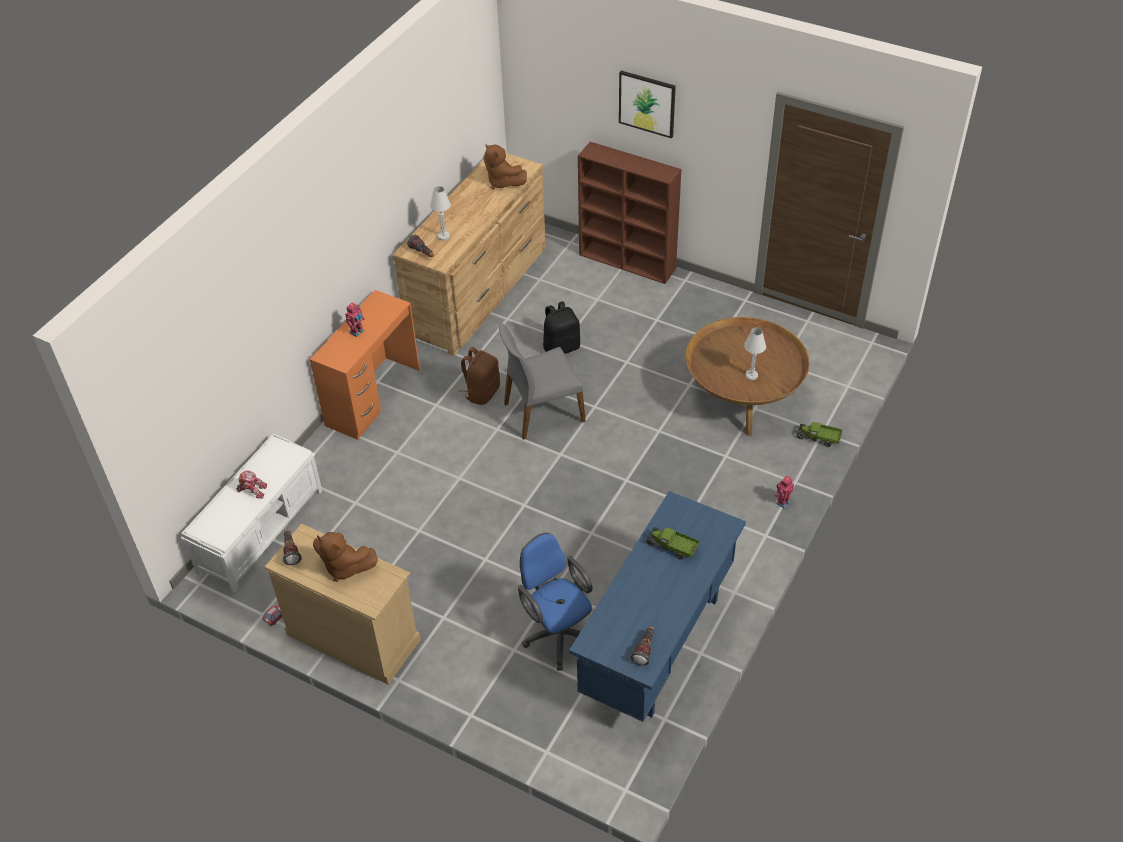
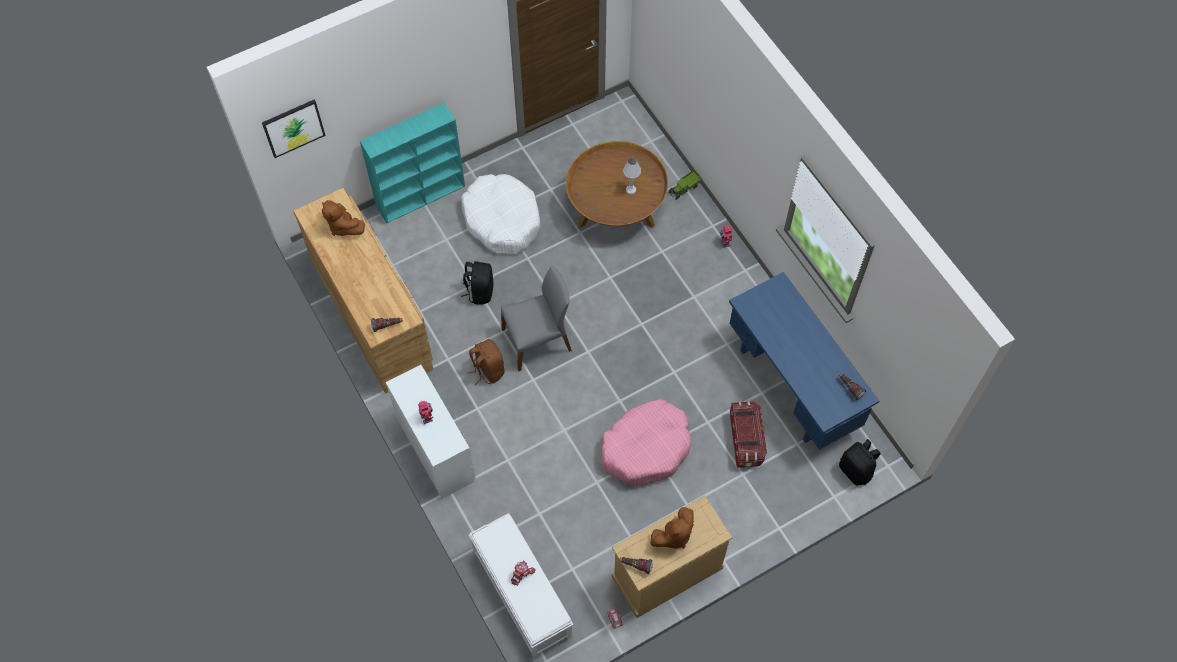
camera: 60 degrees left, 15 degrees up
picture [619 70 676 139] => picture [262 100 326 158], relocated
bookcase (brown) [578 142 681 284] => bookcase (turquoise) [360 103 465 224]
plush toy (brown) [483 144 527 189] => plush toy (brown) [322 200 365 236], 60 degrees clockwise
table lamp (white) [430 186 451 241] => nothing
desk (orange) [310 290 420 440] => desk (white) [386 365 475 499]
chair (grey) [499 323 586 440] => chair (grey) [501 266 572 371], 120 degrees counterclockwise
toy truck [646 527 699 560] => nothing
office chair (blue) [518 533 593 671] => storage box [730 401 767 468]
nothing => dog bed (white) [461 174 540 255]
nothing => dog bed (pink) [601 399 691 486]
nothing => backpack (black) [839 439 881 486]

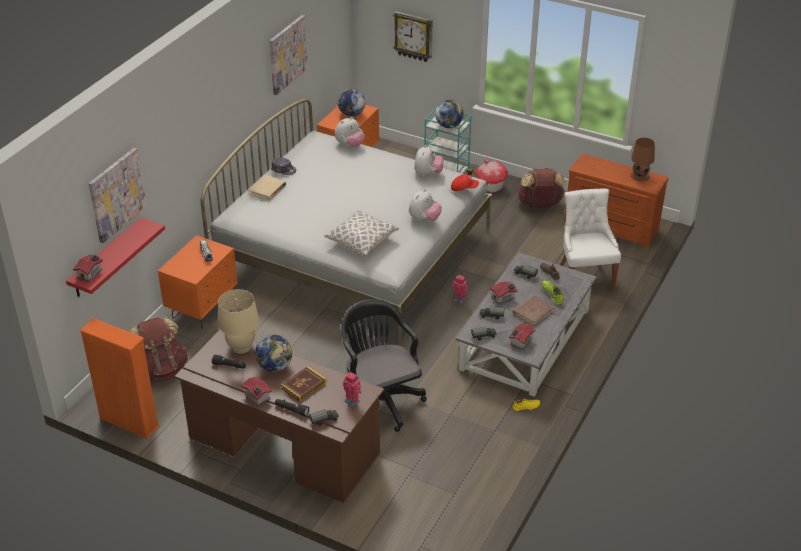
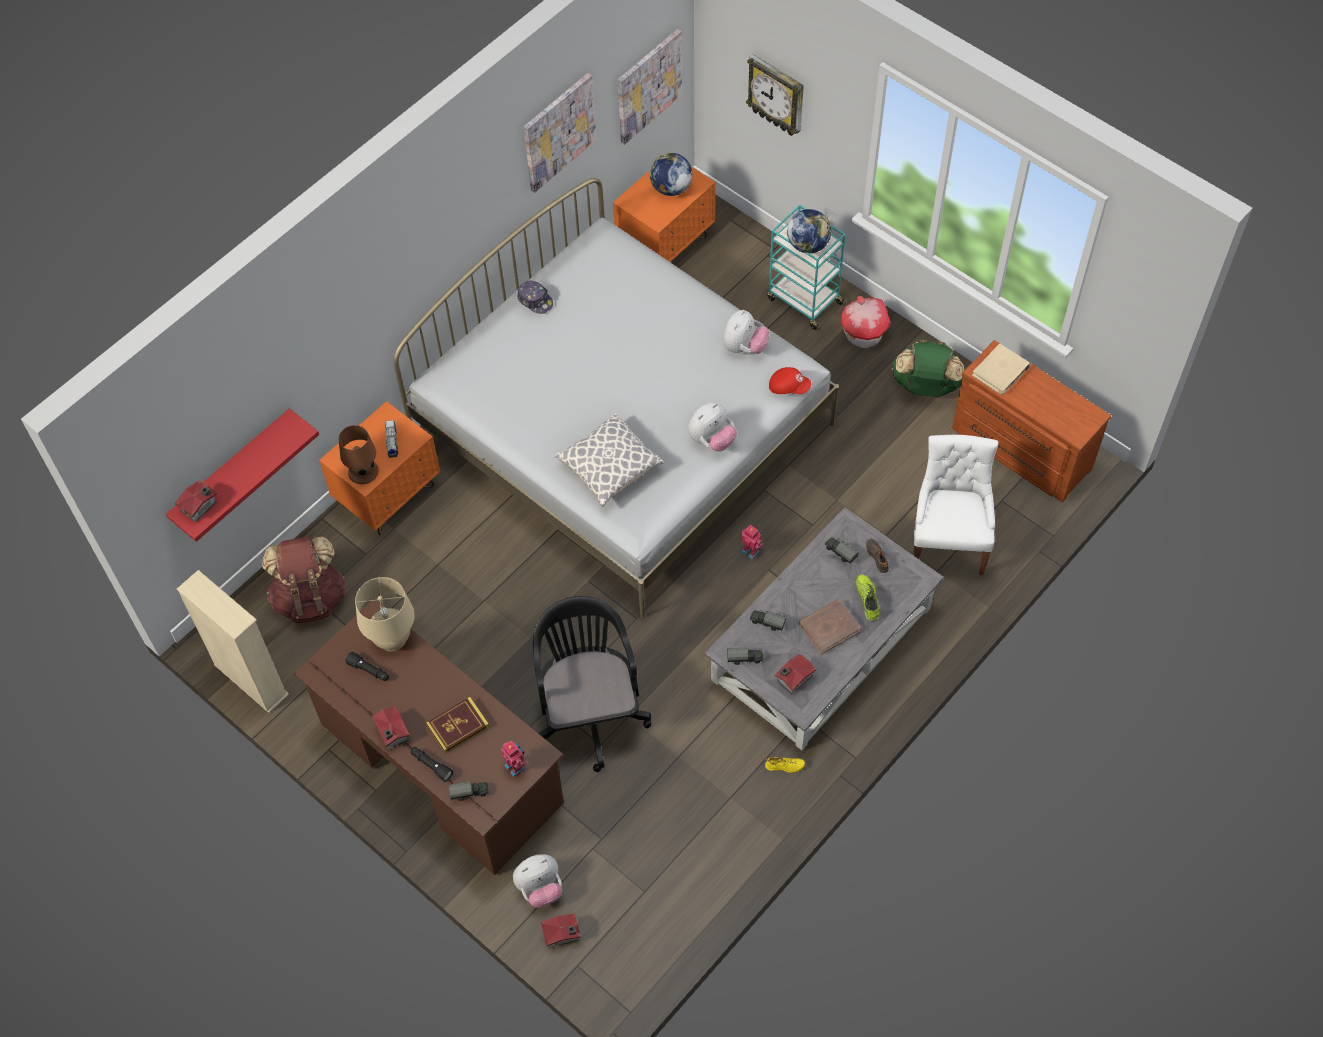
camera: 15 degrees right, 20 degrees up
plush toy [335 117 365 147] => plush toy [513 854 562 908], relocated
table lamp (brown) [630 138 655 181] => table lamp (brown) [339 425 378 484], relocated
picture [88 148 147 243] => picture [618 29 682 144], relocated
backpack (brown) [517 168 565 208] => backpack (green) [892 340 965 397]
book (beige) [248 175 286 200] => book (beige) [972 344 1030 395], relocated
toy house [490 282 517 304] => toy house [541 913 581 948], relocated
bookcase (orange) [80 318 160 439] => bookcase (beige) [177 570 289 713]
globe [255 335 292 372] => nothing

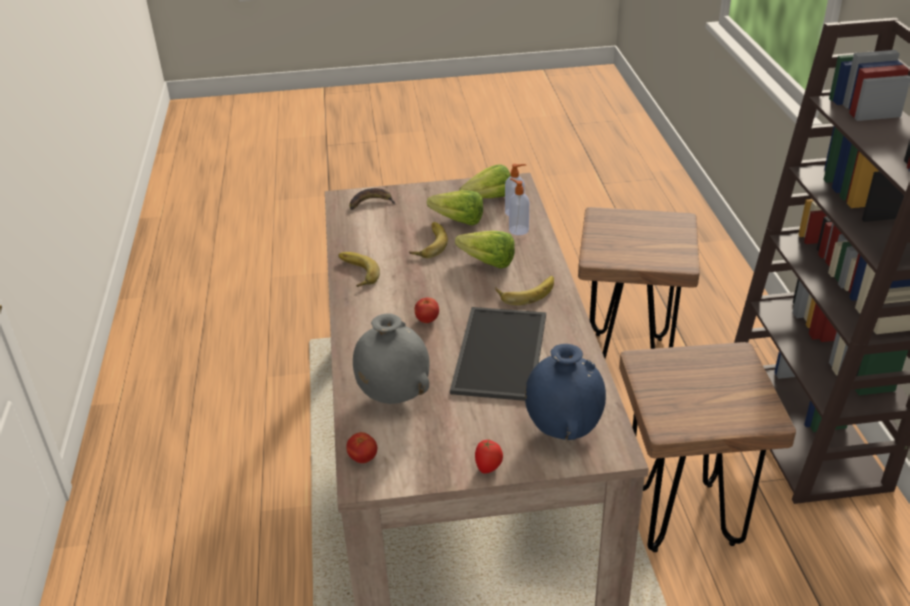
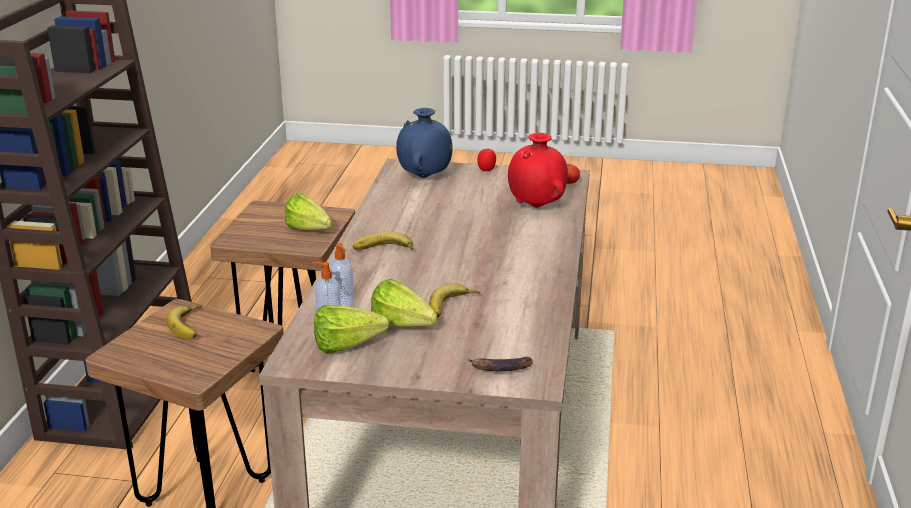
camera: 165 degrees left, 10 degrees down
lettuce [455 231 515 269] => lettuce [285 194 332 230], relocated
banana [338 252 380 287] => banana [166 305 202 340], relocated
tomato [415 297 439 323] => nothing
tray [450 307 546 401] => nothing
vase (grey) [353 313 429 404] => vase (red) [508 133 568 208]

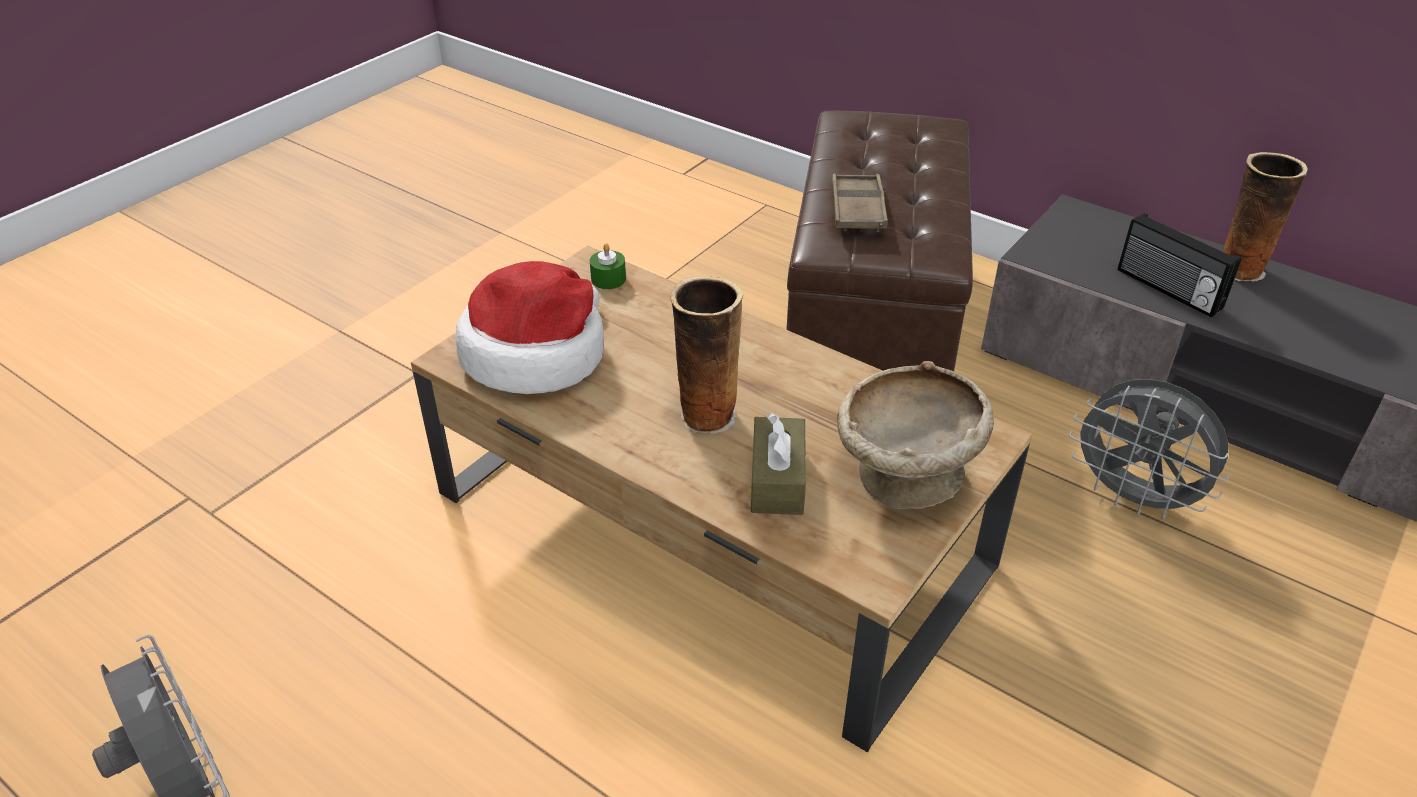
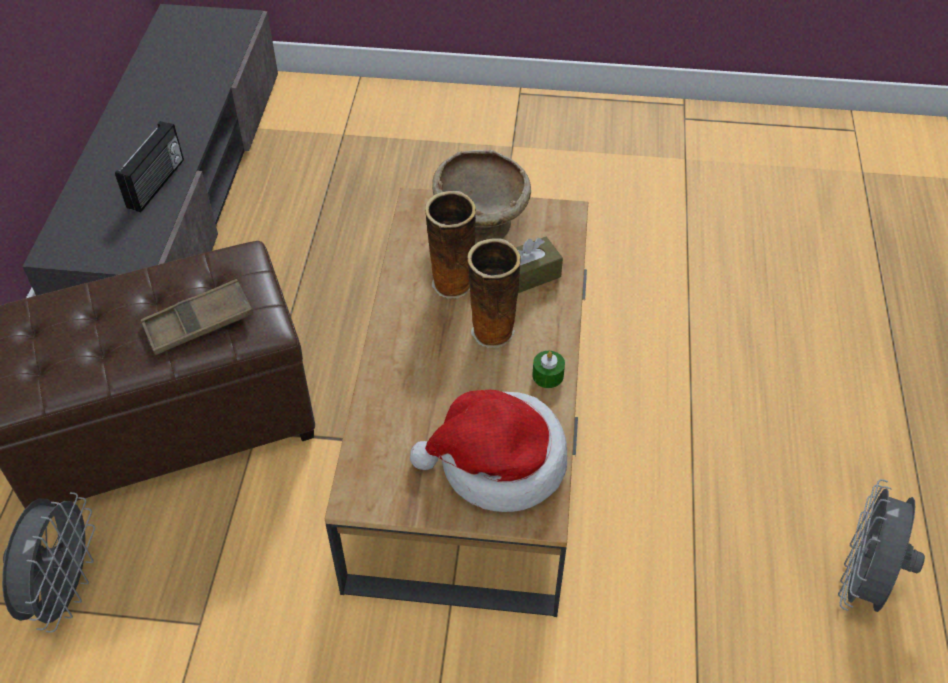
camera: 120 degrees left, 10 degrees up
vase [1223 152 1308 282] => vase [425 191 476 298], relocated
candle (green) [590 243 626 289] => candle (green) [532 351 565 388], relocated
fan (grey) [1069 379 1230 520] => fan (grey) [2 492 95 633], relocated

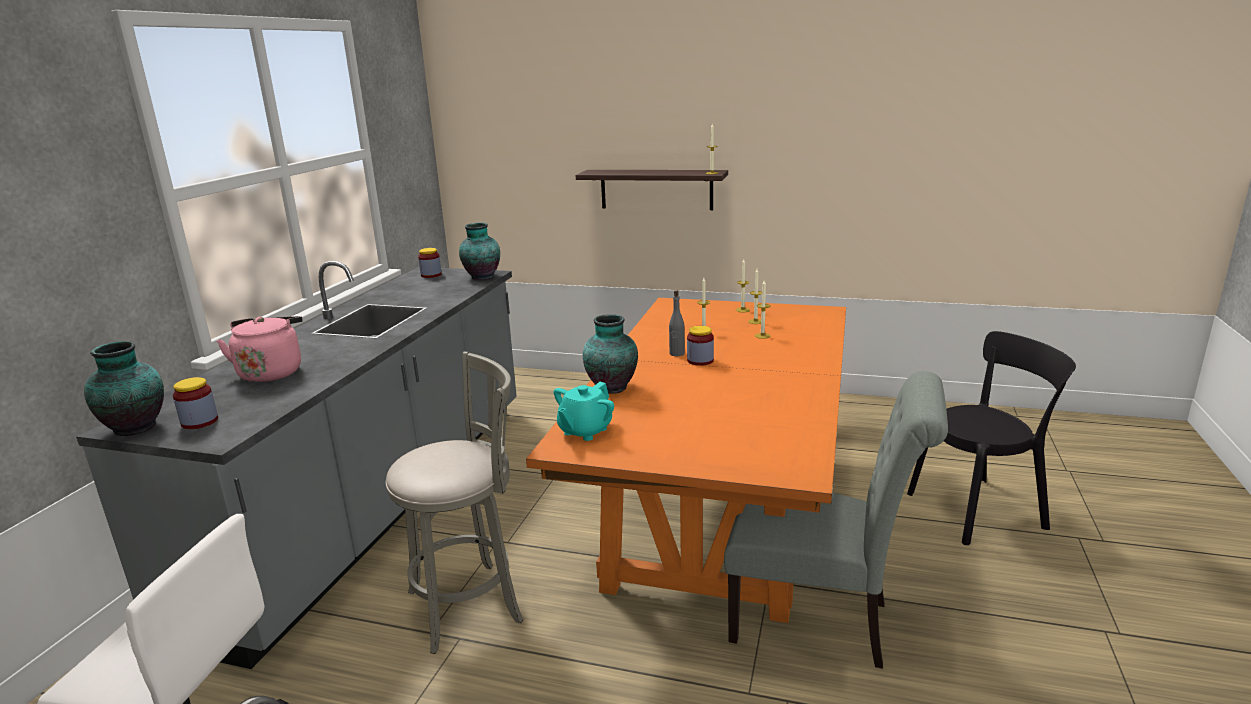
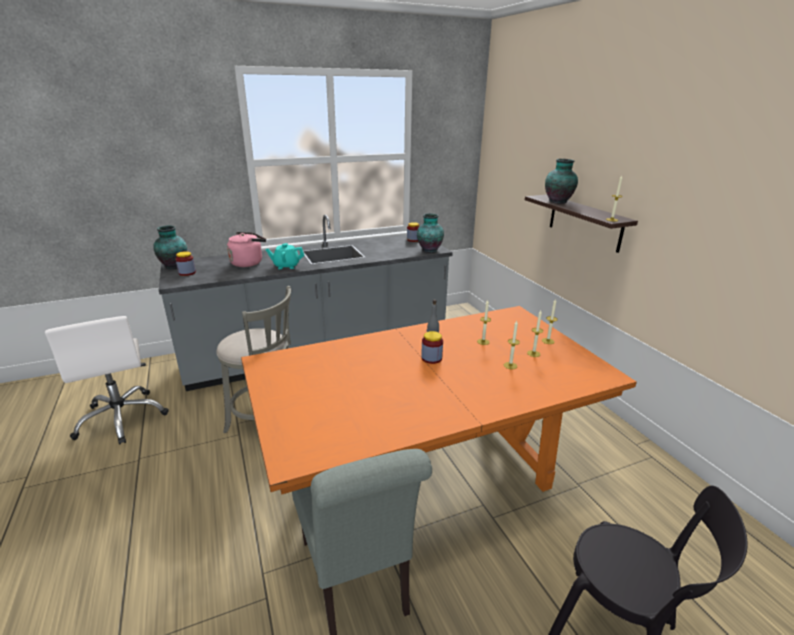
camera: 50 degrees right, 5 degrees up
vase [583 314 638 394] => vase [545 159 578 204], relocated
teapot (turquoise) [554 382 614 441] => teapot (turquoise) [266 243 304 269], relocated

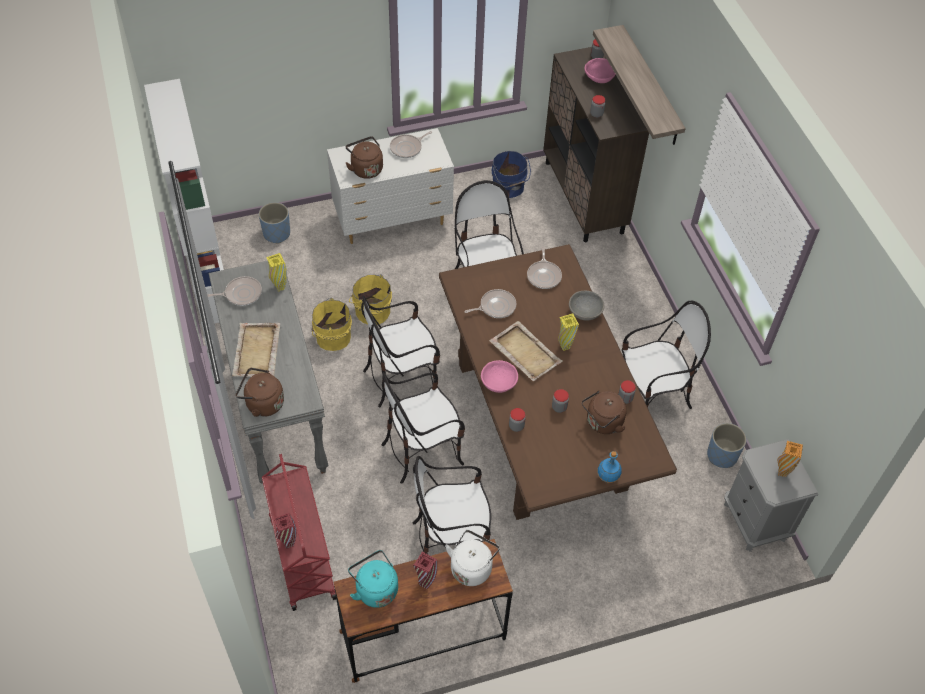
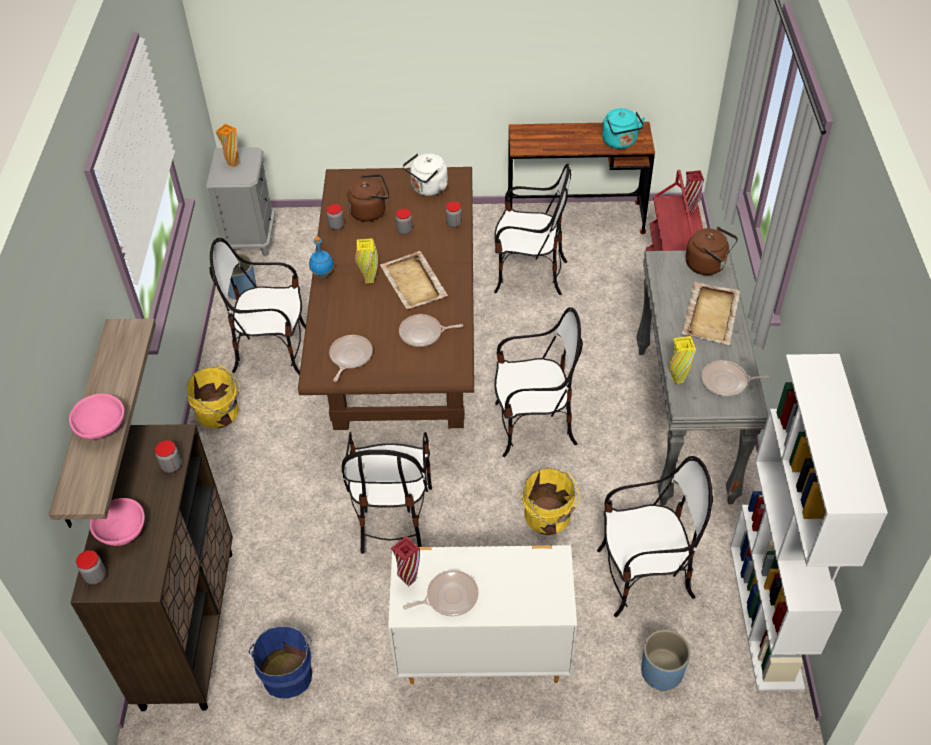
camera: 160 degrees left, 5 degrees down
kettle (brown) [346 136 383 179] => nothing
bowl (grey) [569 290 605 321] => nothing
bucket (yellow) [312 298 352 351] => bucket (yellow) [186 365 240 429], relocated
bowl (pink) [481 360 518 393] => bowl (pink) [69 394 125 440], relocated
chair [382 372 465 484] => chair [597 456 713 617], relocated
bottle (blue) [597 451 622 483] => bottle (blue) [309 237 334 278], relocated
kettle (white) [445 530 500 586] => kettle (white) [402 153 448 196], relocated
vase (red) [413 552 437 589] => vase (red) [391 536 420 586], relocated

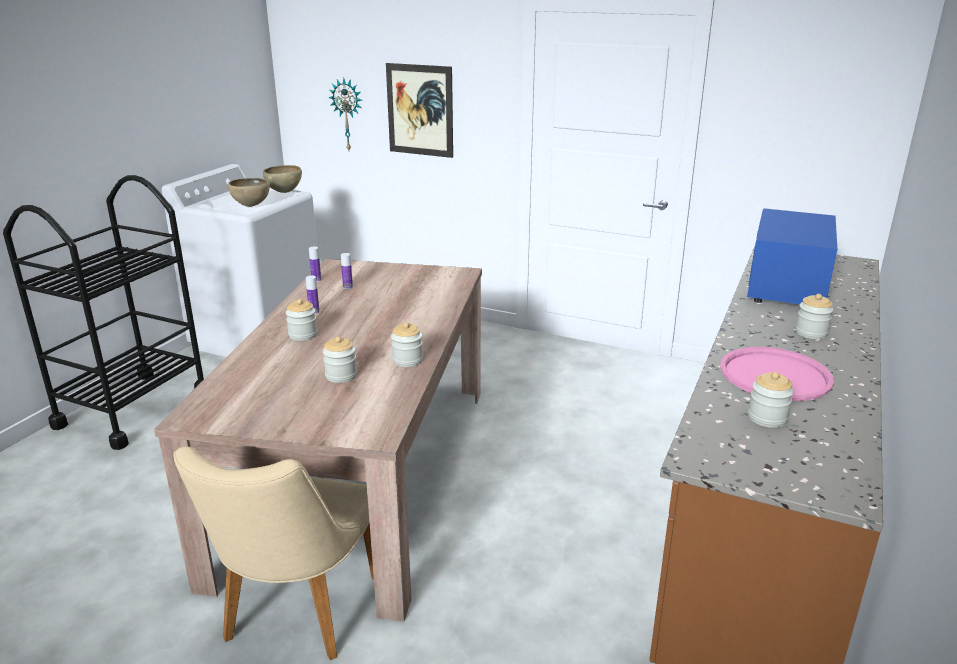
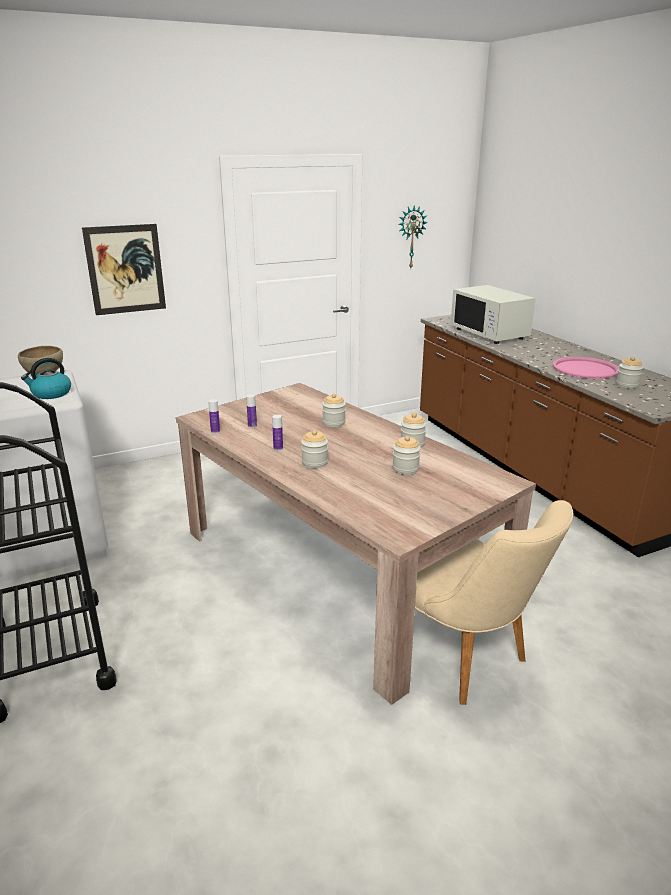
camera: 50 degrees left, 0 degrees up
wall clock [328 78 362 151] => wall clock [399 205 428 268], relocated
bowl (brown) [228 178 270 207] => kettle [21 358 71 399]
microwave (blue) [747 208 837 304] => microwave (white) [451 285 536 344]
jar [795 294 834 339] => jar [322 393 346 427], relocated

